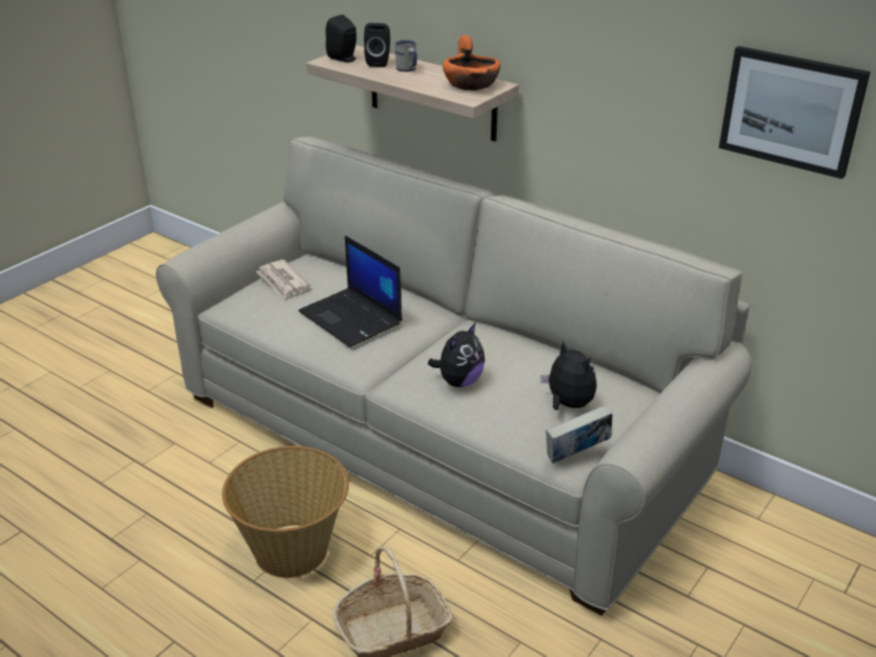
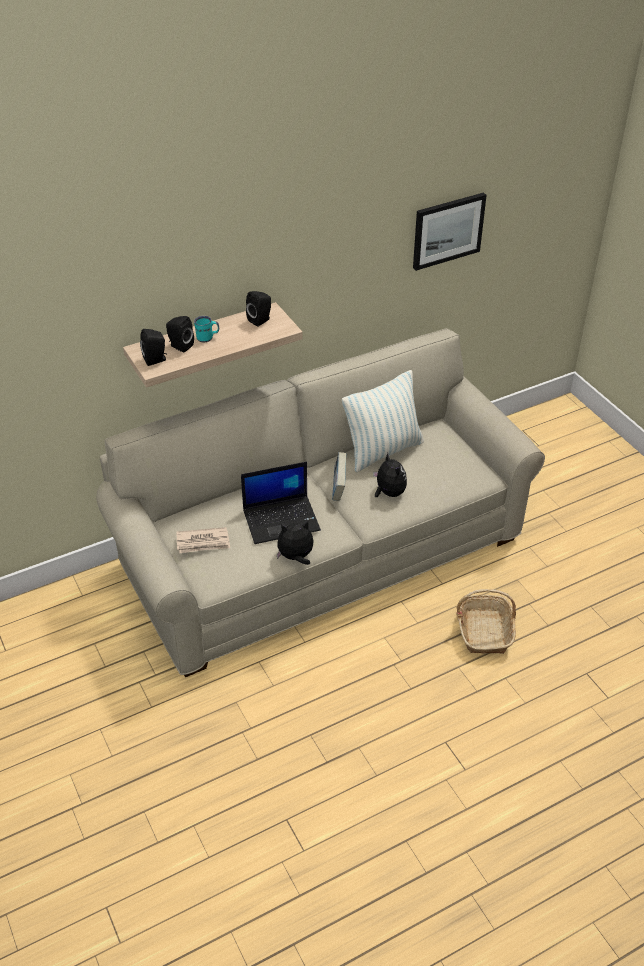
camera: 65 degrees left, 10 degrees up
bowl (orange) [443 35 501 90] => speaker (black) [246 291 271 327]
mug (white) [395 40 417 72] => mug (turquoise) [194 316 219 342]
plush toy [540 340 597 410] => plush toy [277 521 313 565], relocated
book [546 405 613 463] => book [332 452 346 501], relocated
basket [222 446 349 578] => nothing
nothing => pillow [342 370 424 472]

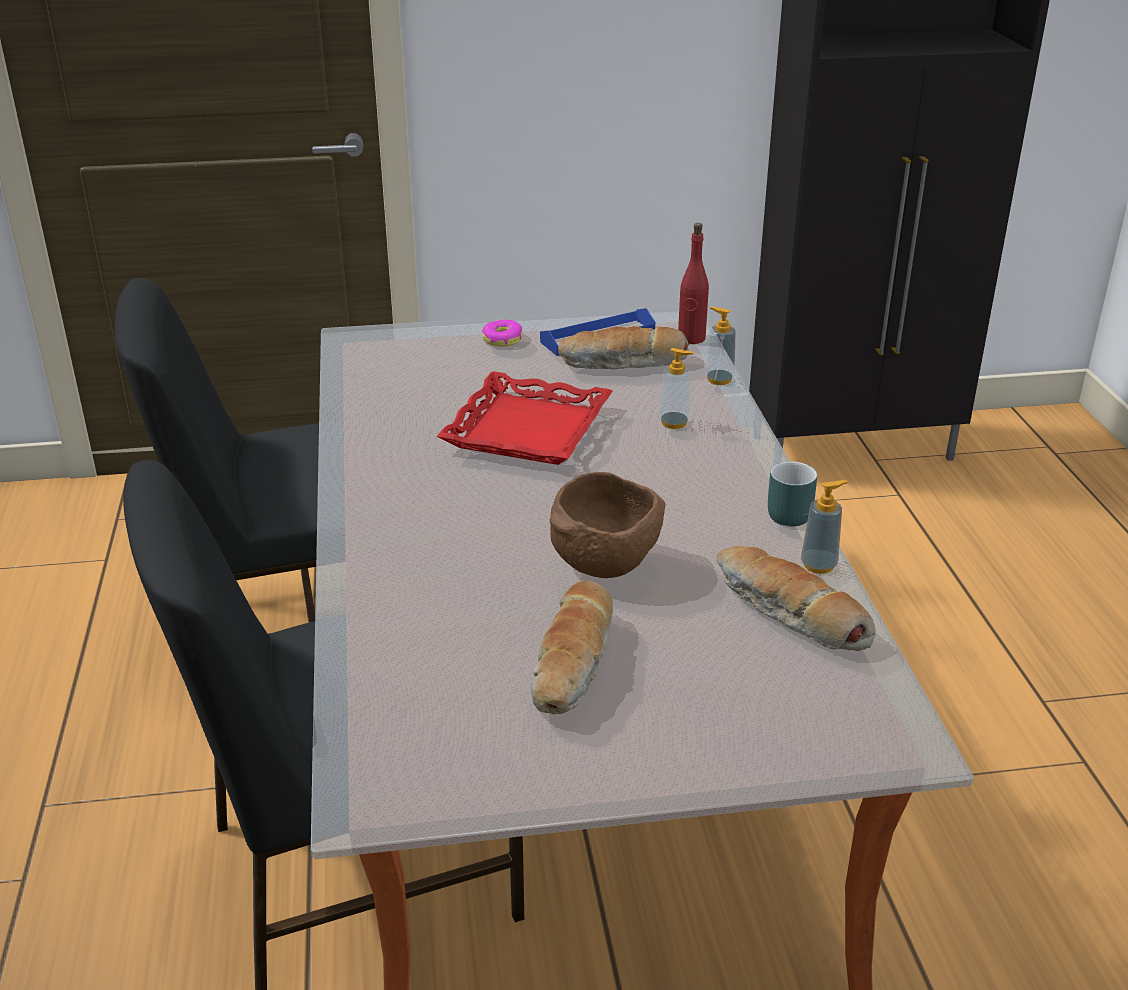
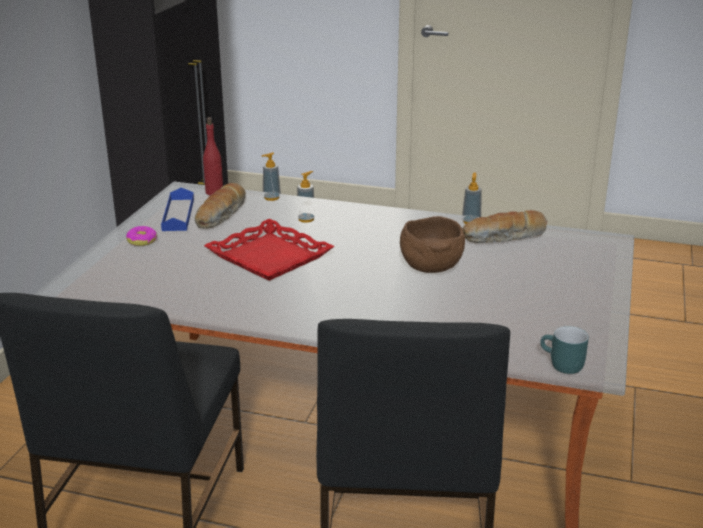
camera: 65 degrees left, 5 degrees down
mug (turquoise) [768 461 817 526] => mug (turquoise) [540 326 589 374], relocated
bread [531 581 613 715] => nothing

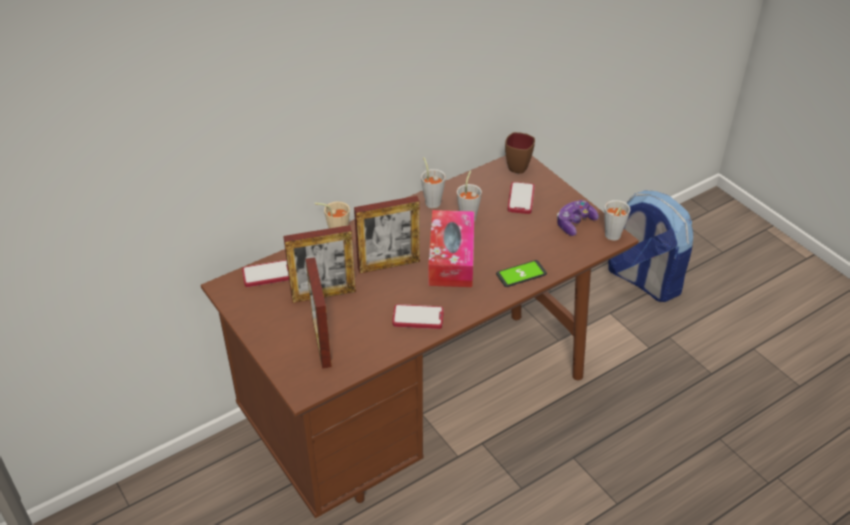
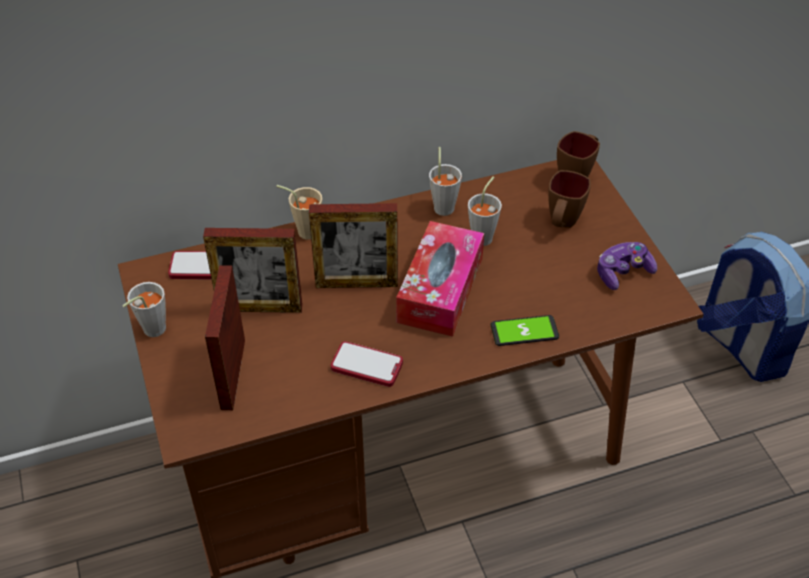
camera: 15 degrees right, 5 degrees up
phone [508 182 535 214] => mug (brown) [548 170 591 228]
cup (grey) [604 200 630 241] => cup (grey) [122 282 166 337], relocated

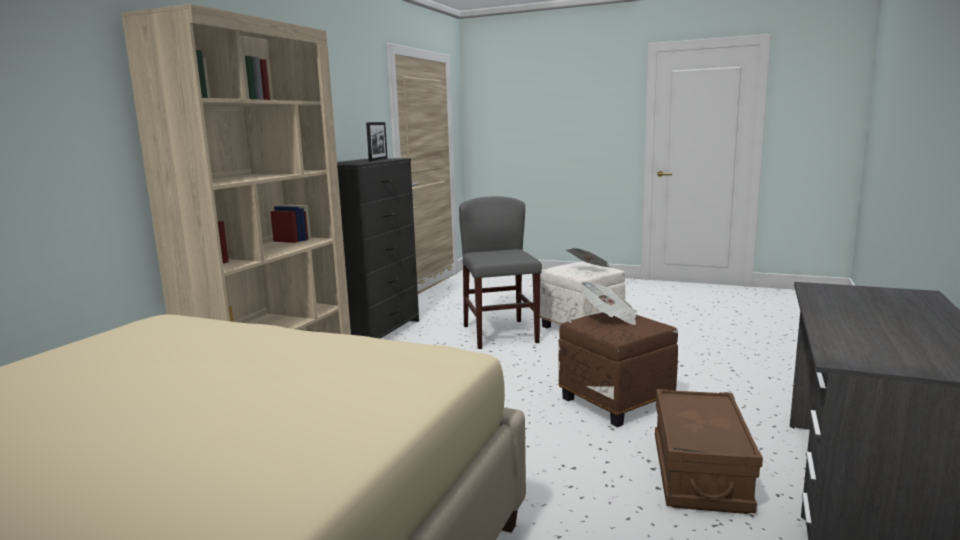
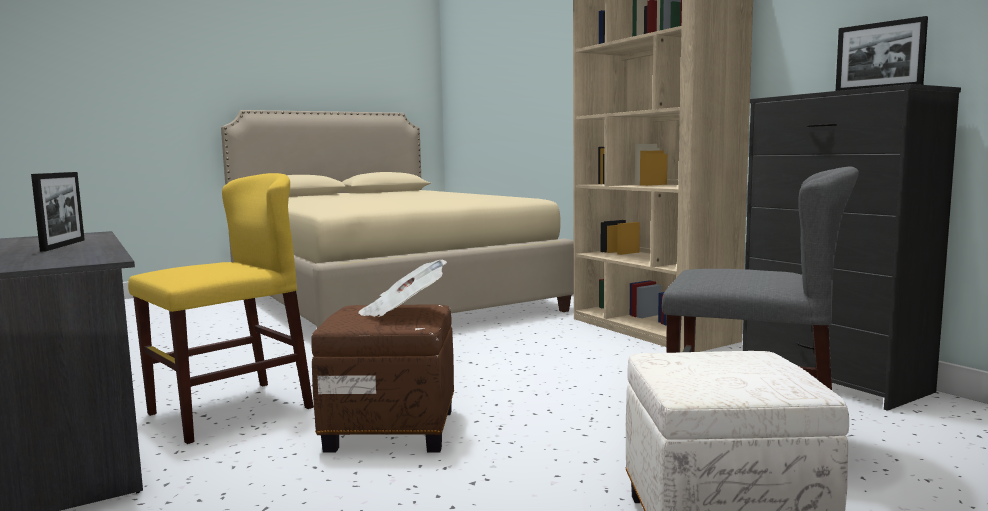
camera: 125 degrees right, 5 degrees down
newspaper [566 248 610 267] => nothing
storage box (brown) [655 389 763 514] => chair (yellow) [128 173 314 444]
nothing => picture frame [31 172 85 252]

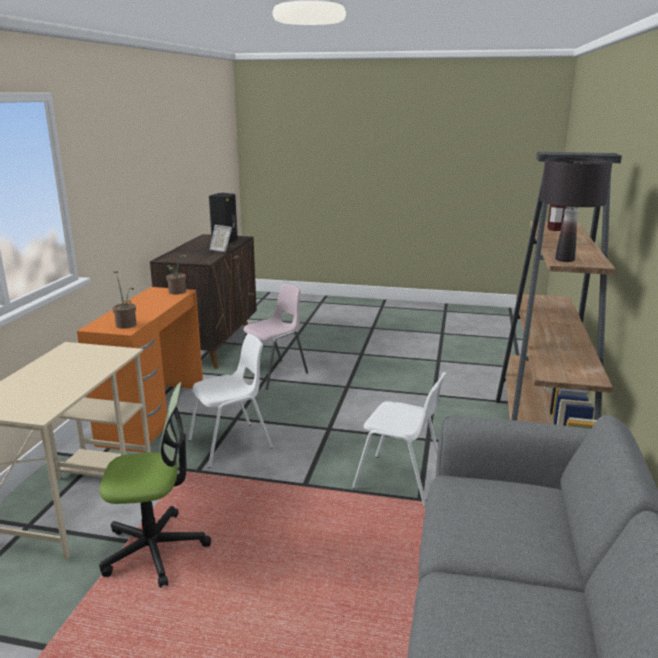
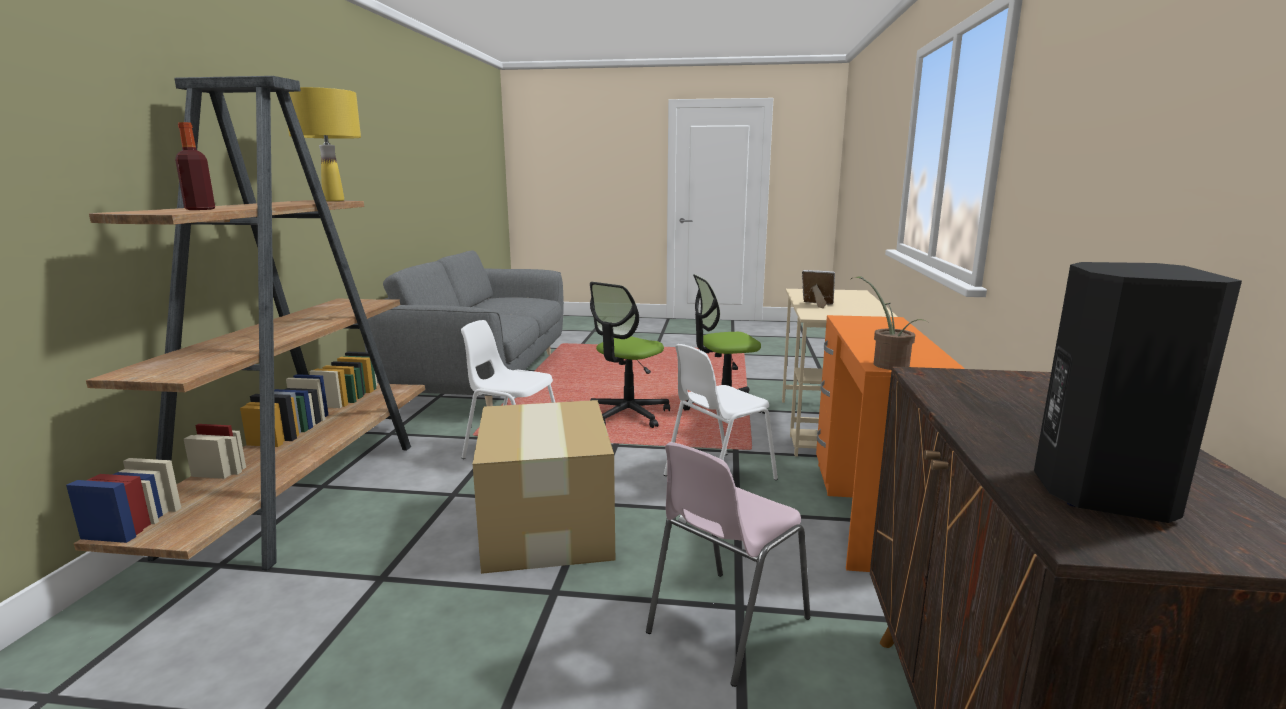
camera: 175 degrees right, 5 degrees down
table lamp (black) [540 157 613 262] => table lamp (yellow) [288 87 361 201]
picture frame [210 225 232 252] => picture frame [802 270 835 308], relocated
potted plant [112 271 137 329] => nothing
nothing => office chair [590 282 670 428]
nothing => cardboard box [473 400 615 574]

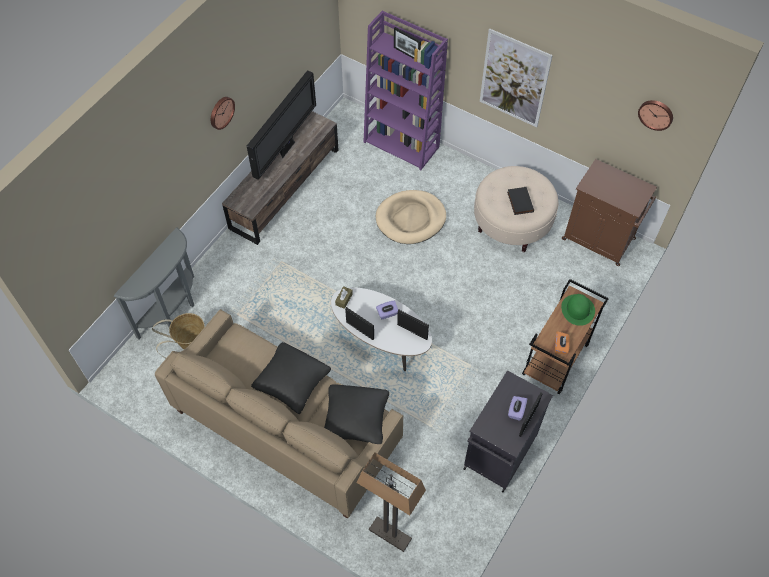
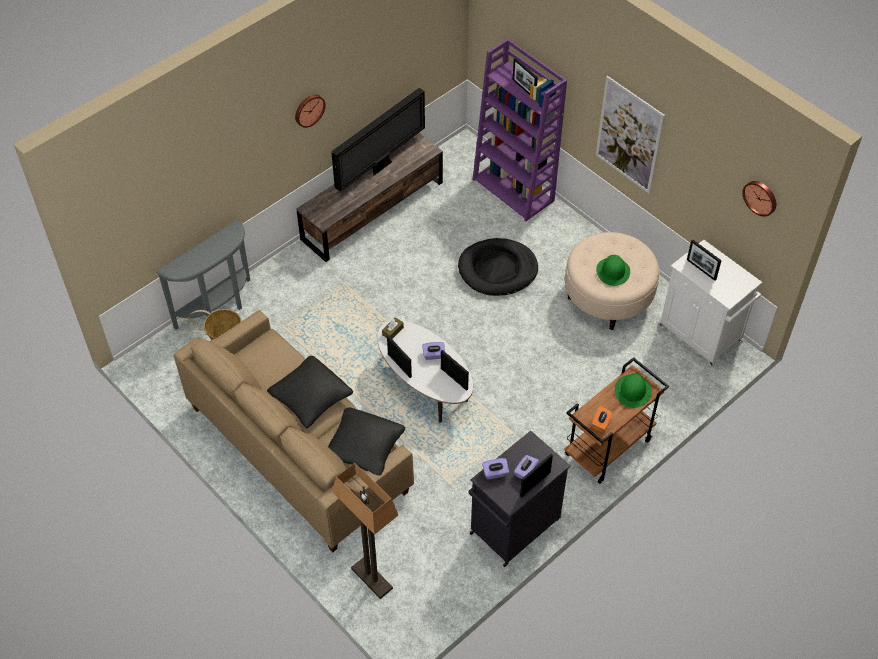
camera: 15 degrees right, 5 degrees down
cabinet (brown) [562 159 657 266] => cabinet (white) [658 240 762 367]
book (black) [507 187 534 215] => hat (green) [596 255 630 286]
dog bed (beige) [376 190 446 244] => dog bed (black) [458 238 538 296]
nothing => picture frame [687 239 722 281]
nothing => tissue box (purple) [482 458 509 480]

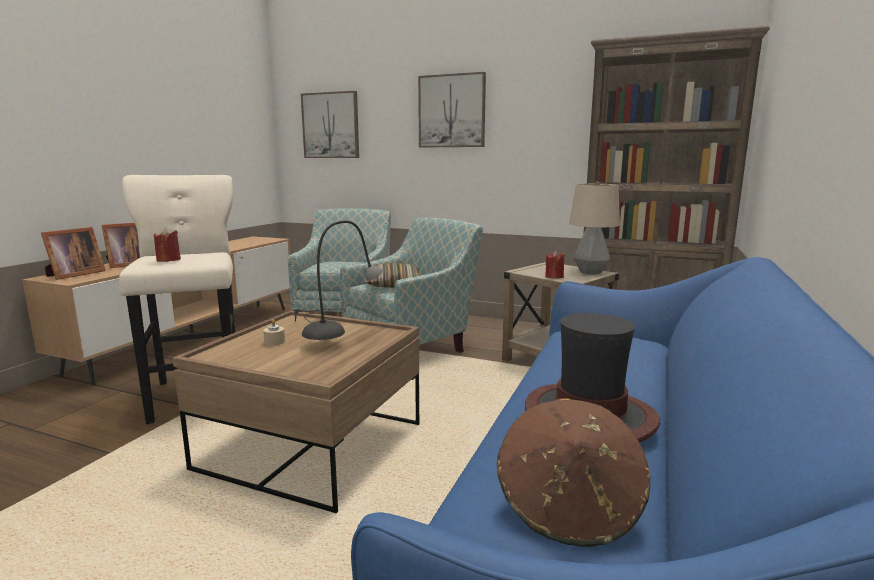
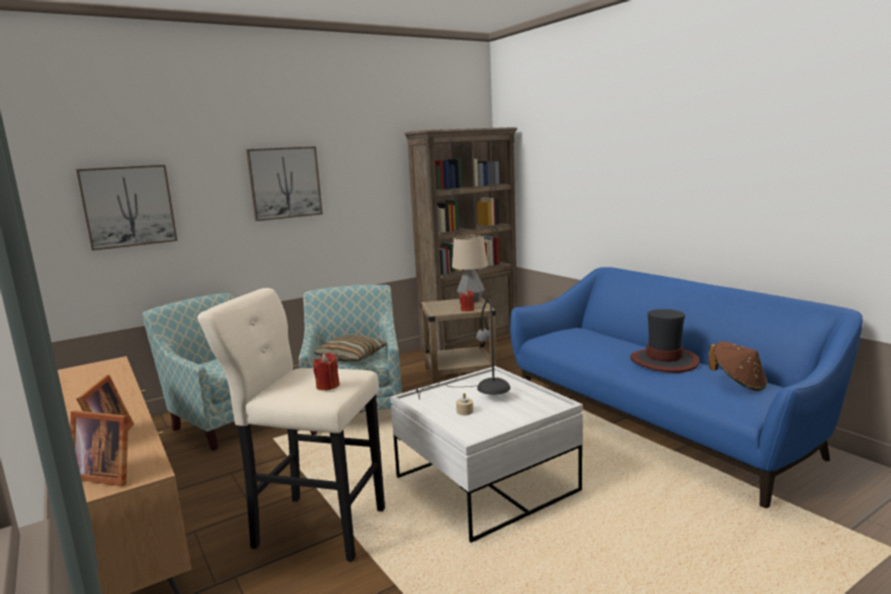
camera: 55 degrees left, 0 degrees up
picture frame [41 227 106 280] => picture frame [70 410 128 486], 135 degrees clockwise
coffee table (brown) [173 310 419 513] => coffee table (white) [390 366 583 543]

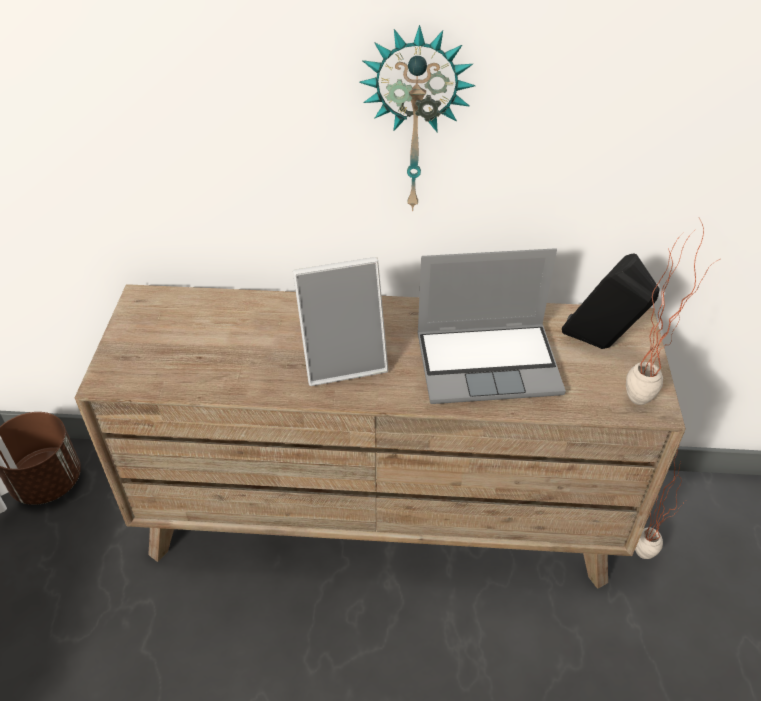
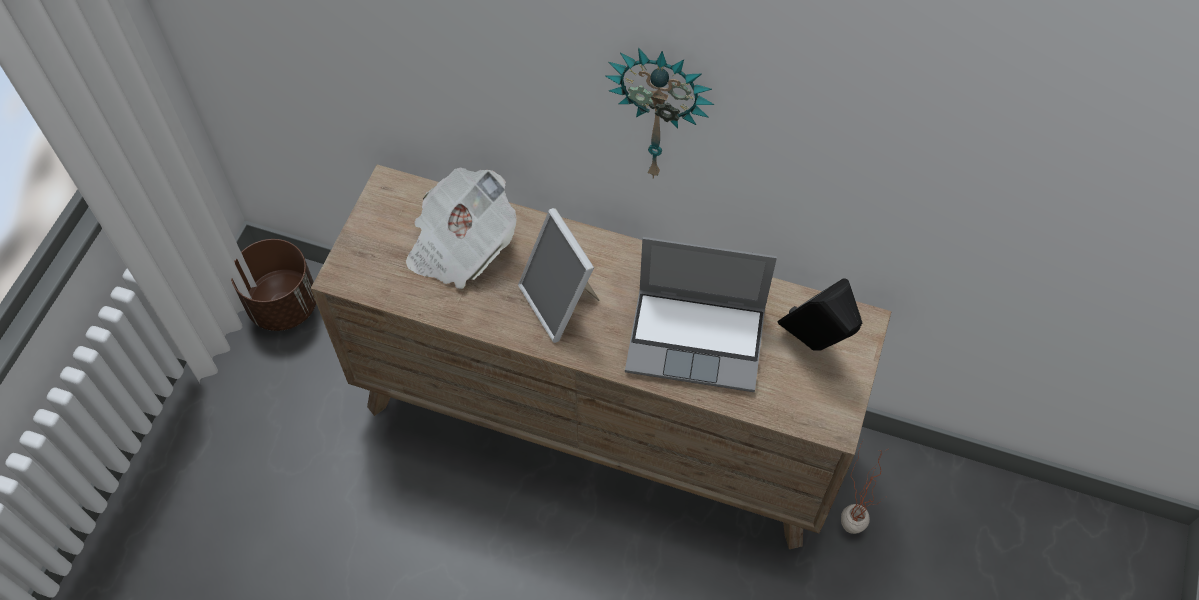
camera: 15 degrees right, 15 degrees up
potted plant [626 218 720 405] => nothing
picture frame [293 257 388 386] => picture frame [518 208 600 343], 60 degrees clockwise
nothing => newspaper [406 167 516 289]

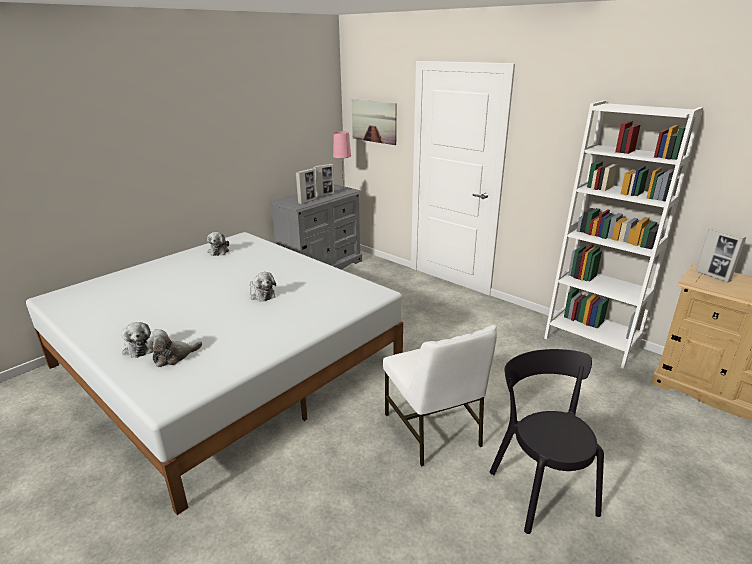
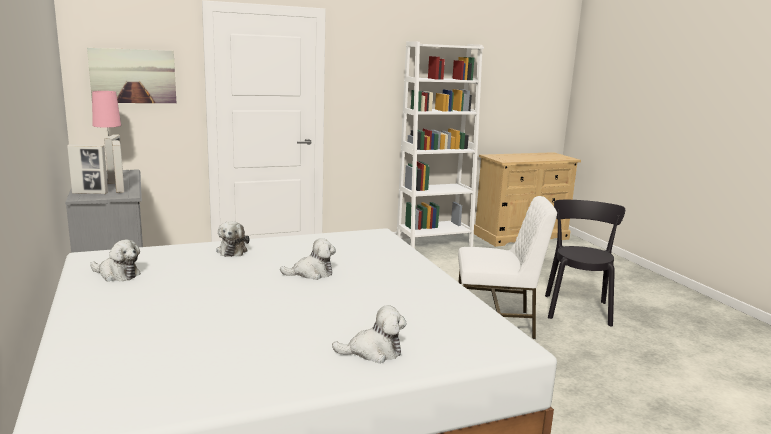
camera: 65 degrees left, 10 degrees down
picture frame [696 228 746 282] => picture frame [67 144 108 194], relocated
plush toy [145 329 202 367] => plush toy [216 221 250 257], relocated
chair (black) [490 349 604 534] => chair (black) [545 200 625 327], 90 degrees clockwise

